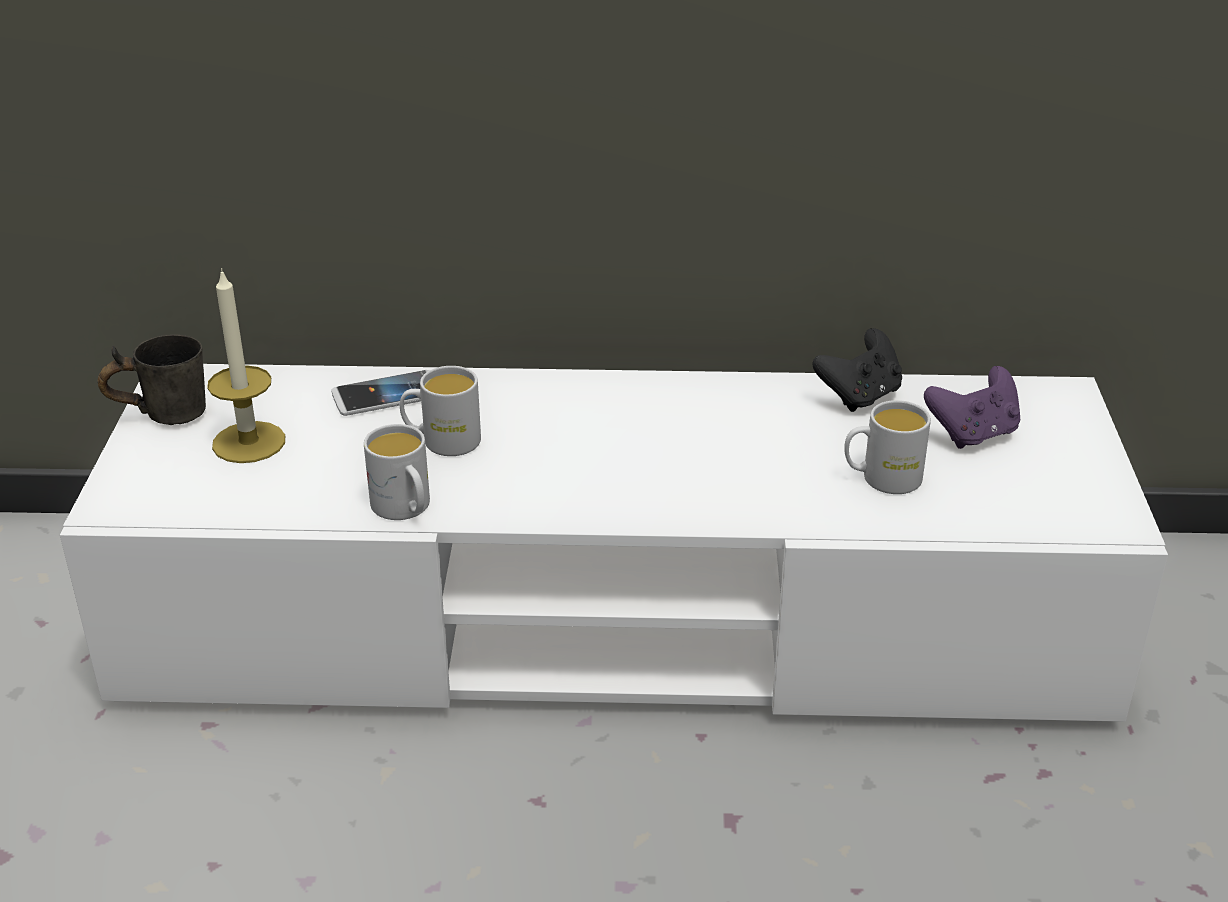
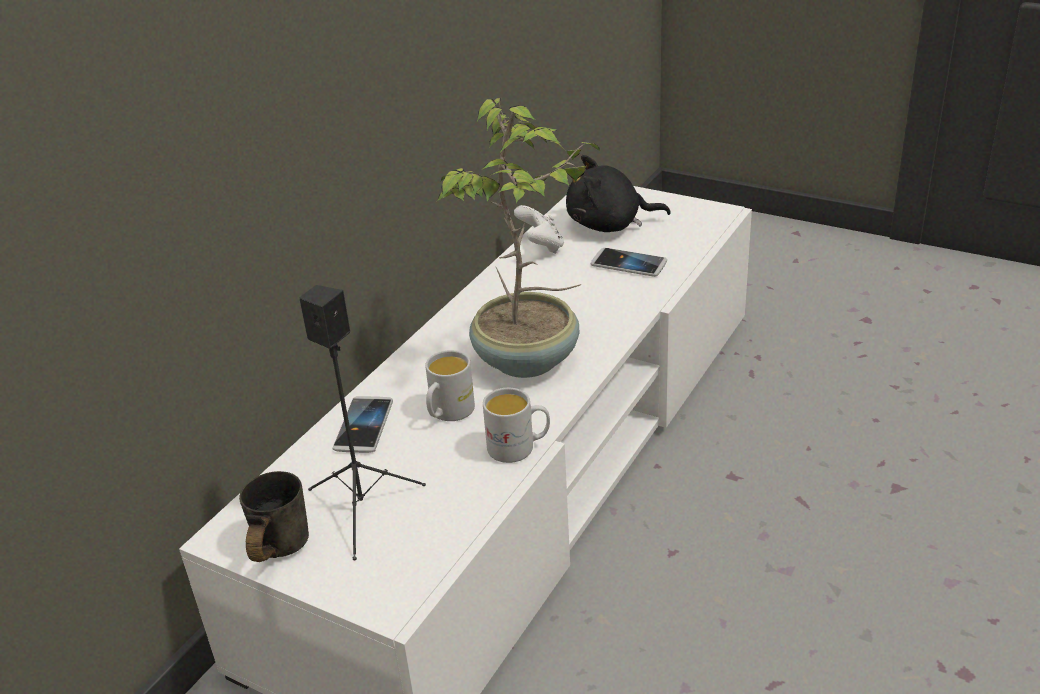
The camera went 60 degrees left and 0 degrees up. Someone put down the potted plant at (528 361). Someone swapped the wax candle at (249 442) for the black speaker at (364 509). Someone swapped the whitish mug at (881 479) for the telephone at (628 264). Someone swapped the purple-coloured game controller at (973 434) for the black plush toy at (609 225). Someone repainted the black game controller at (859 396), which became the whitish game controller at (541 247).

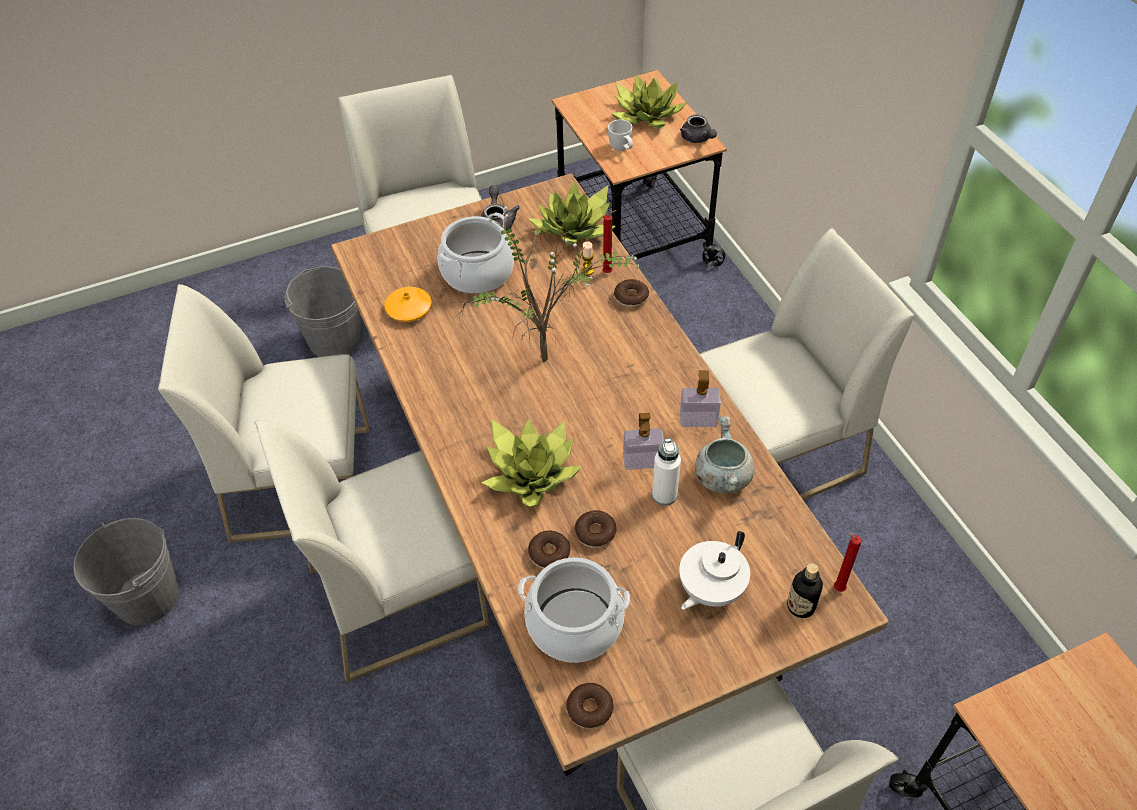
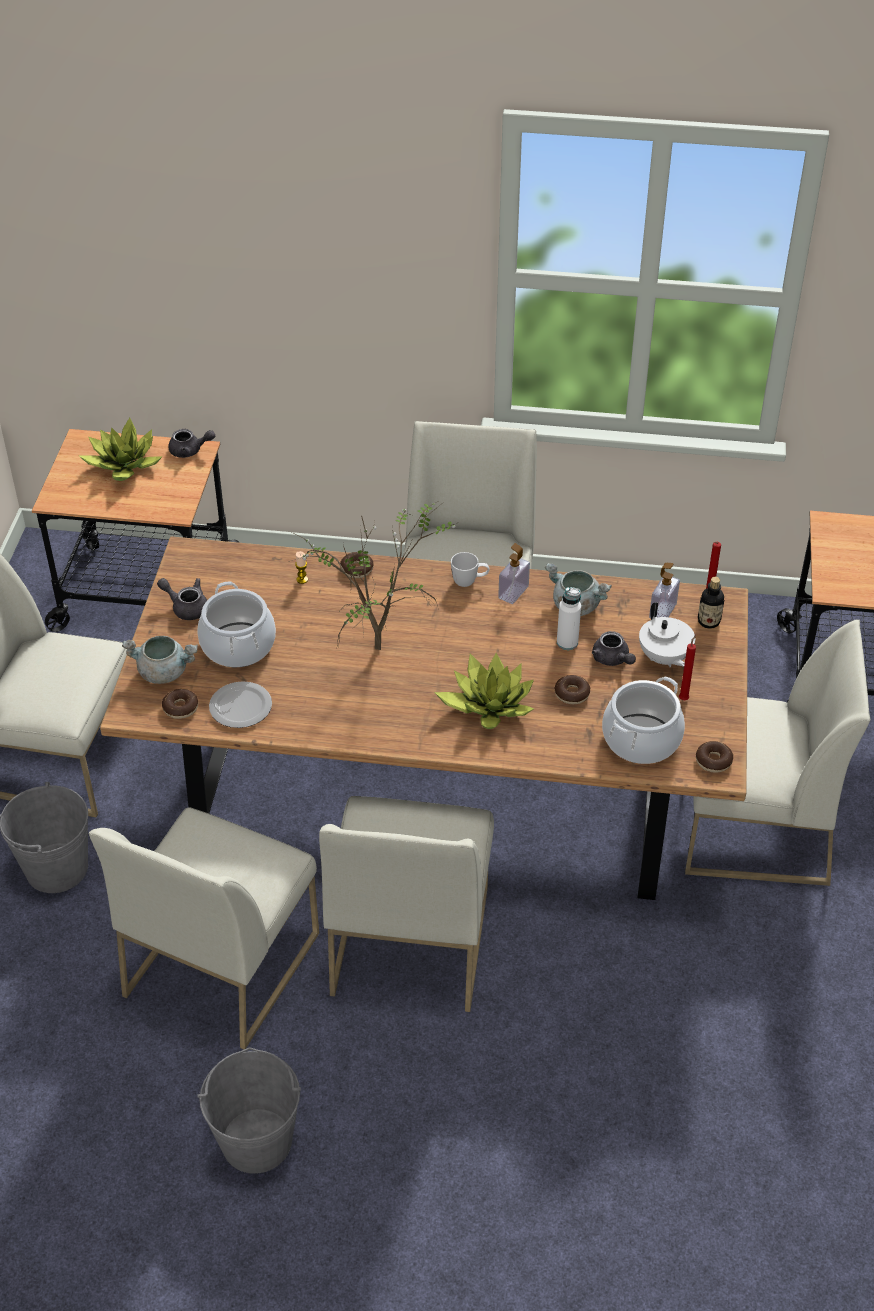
The camera went 60 degrees left and 5 degrees down. Someone took away the potted plant at (575 229). Someone put down the greyish stockpot at (164 672). Someone put down the greyish teapot at (612 659). Someone carried the doughnut from (549 554) to (180 708). Someone carried the reddish wax candle from (609 272) to (684 698). Someone carried the whitish mug from (622 149) to (469 582). Someone carried the soap dispenser from (642 461) to (662 611). Someone swapped the orangey vase at (409 309) for the dinner plate at (241 706).

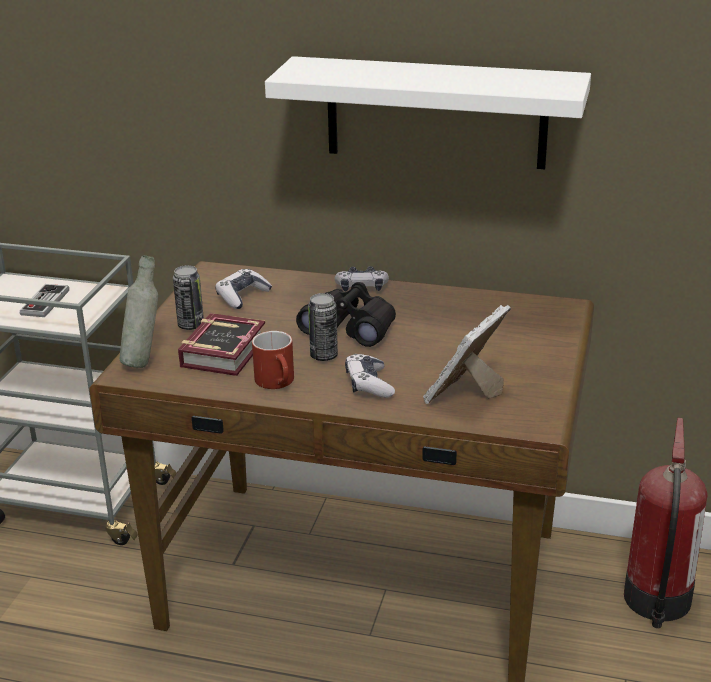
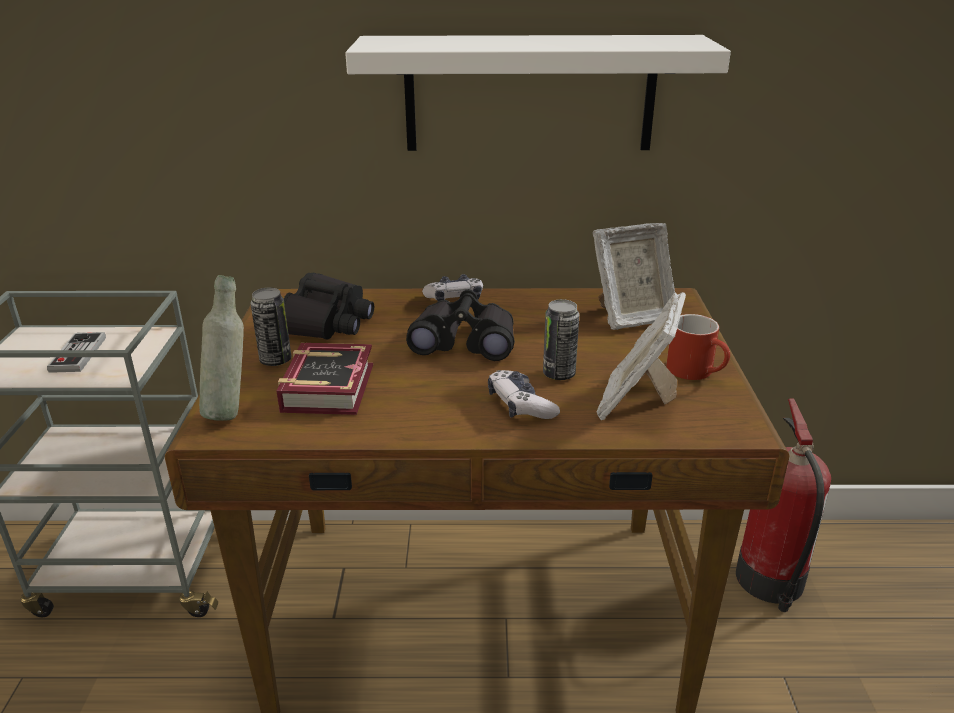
The camera went 15 degrees left and 0 degrees up. Someone put down the standing frame at (632 317). Someone carried the reddish mug from (278 382) to (697 372). Someone carried the metal can from (324 356) to (559 374). Someone swapped the game controller at (242 296) for the black field glasses at (325 321).

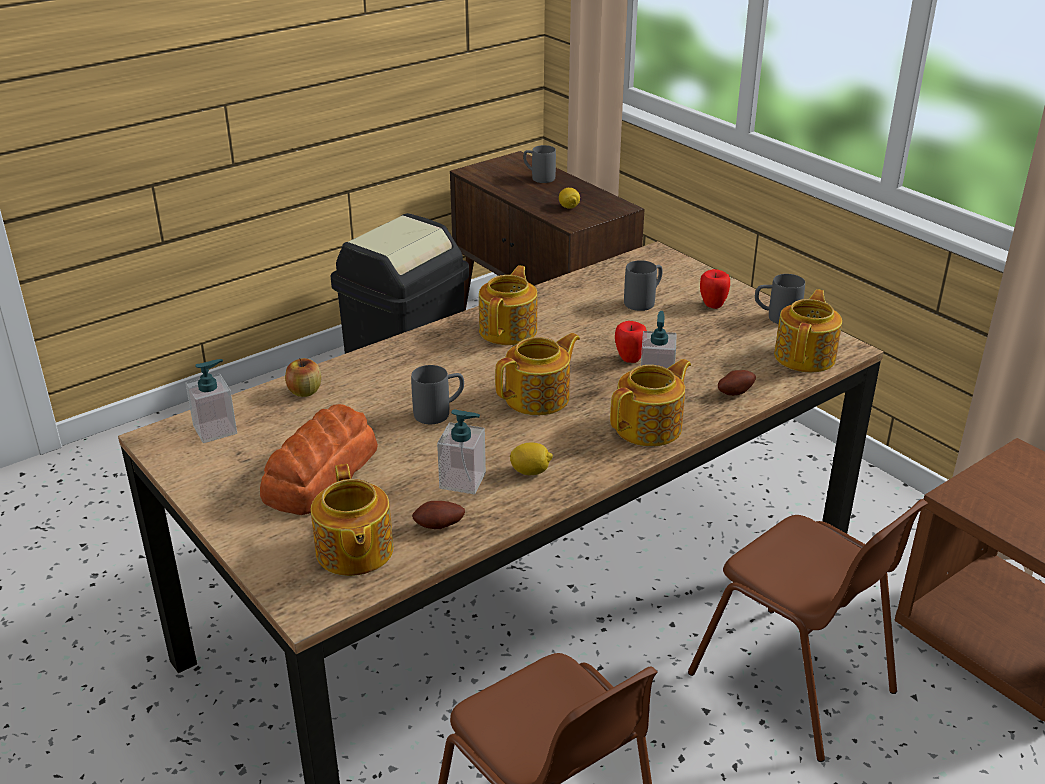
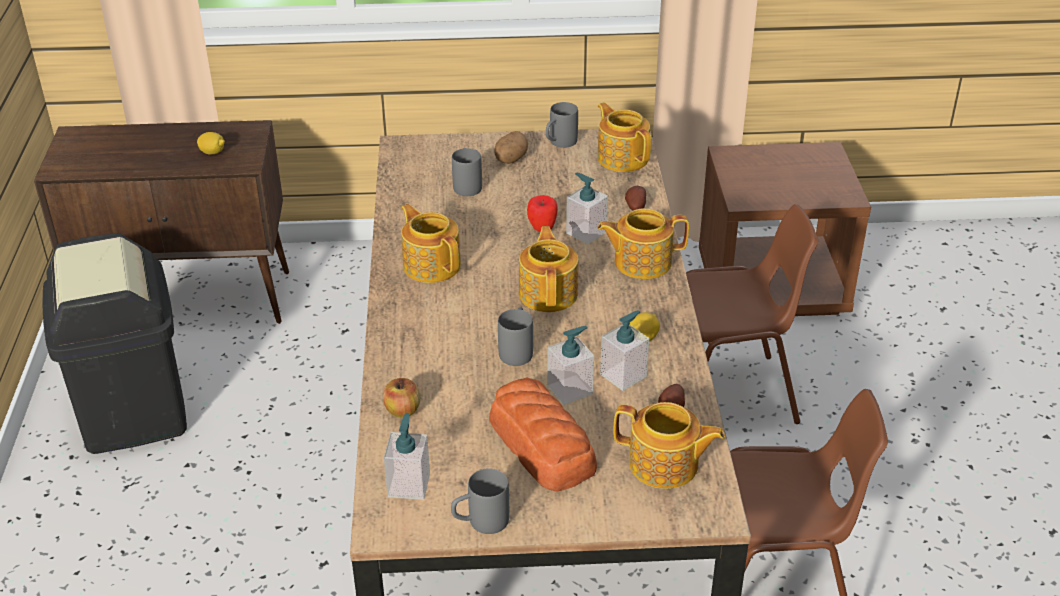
The camera went 55 degrees left and 5 degrees up. Someone put down the soap dispenser at (570 389). Someone carried the greyish mug from (538 177) to (480 523). Someone swapped the whole apple at (712 305) for the spud at (510 159). Someone rotated the teapot at (650 427) by 90 degrees counterclockwise.

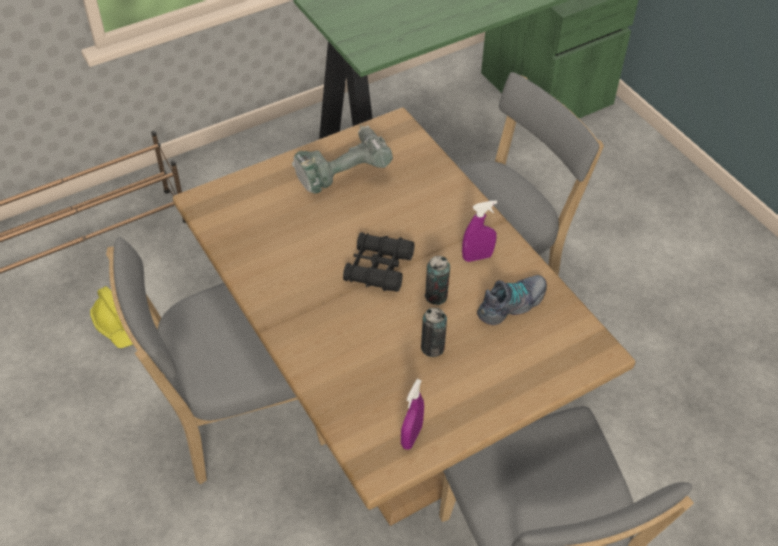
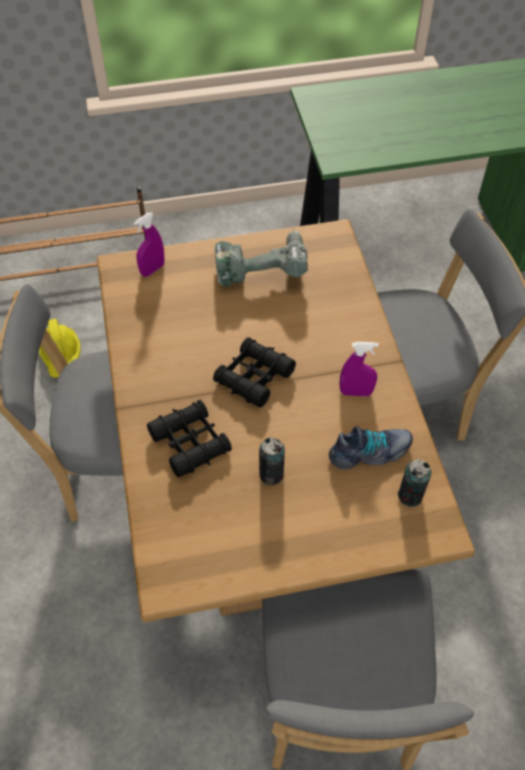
The camera went 20 degrees right and 5 degrees up. Someone put down the black field glasses at (190 443). Someone carried the purple-coloured spray bottle from (411 436) to (152 269). Someone carried the metal can from (436 296) to (410 495).

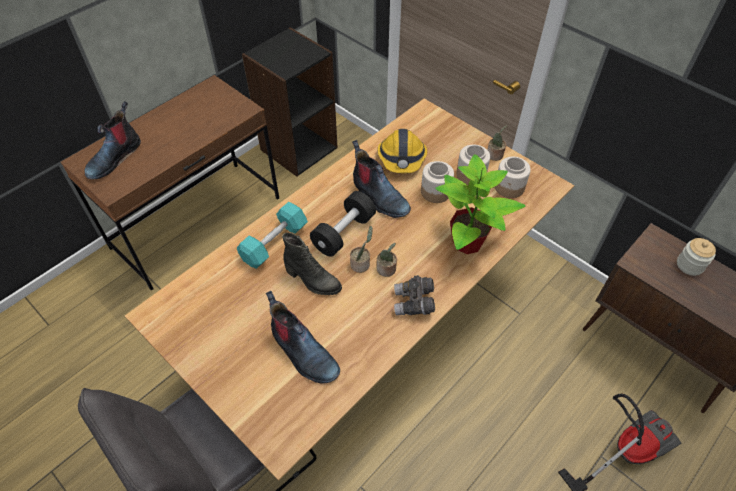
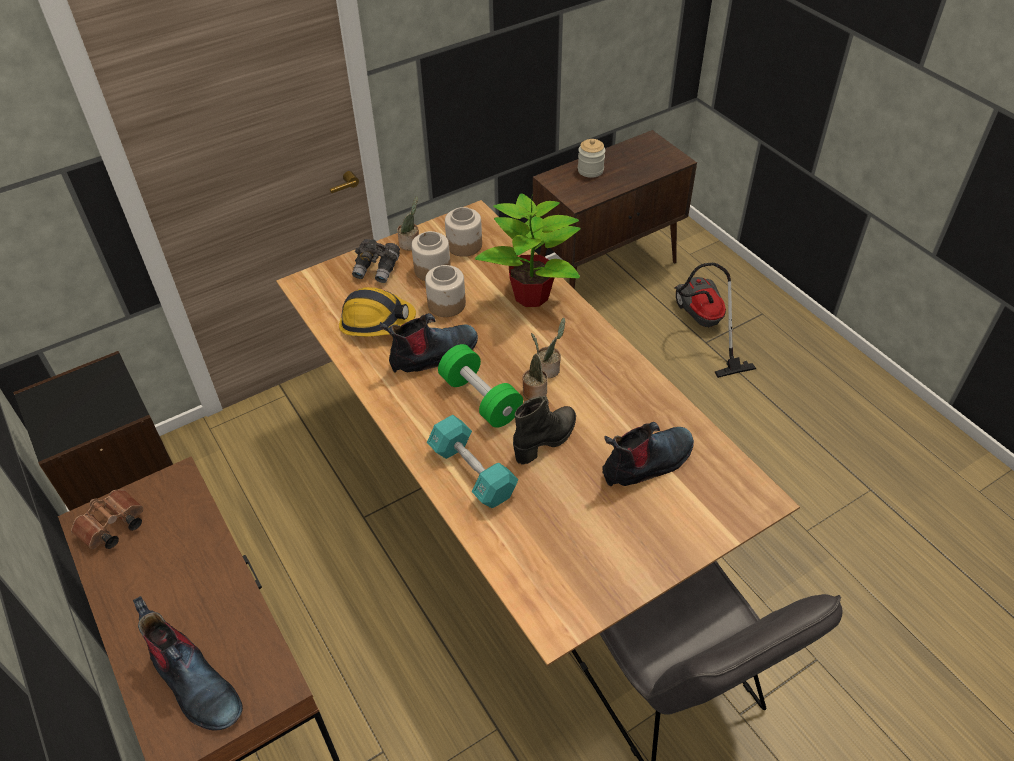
The camera went 75 degrees left and 5 degrees down. Someone put down the brownish field glasses at (112 528). Someone carried the greyish field glasses from (414 303) to (377 269). Someone repainted the black dumbbell at (344 233), which became the green-coloured dumbbell at (480 398).

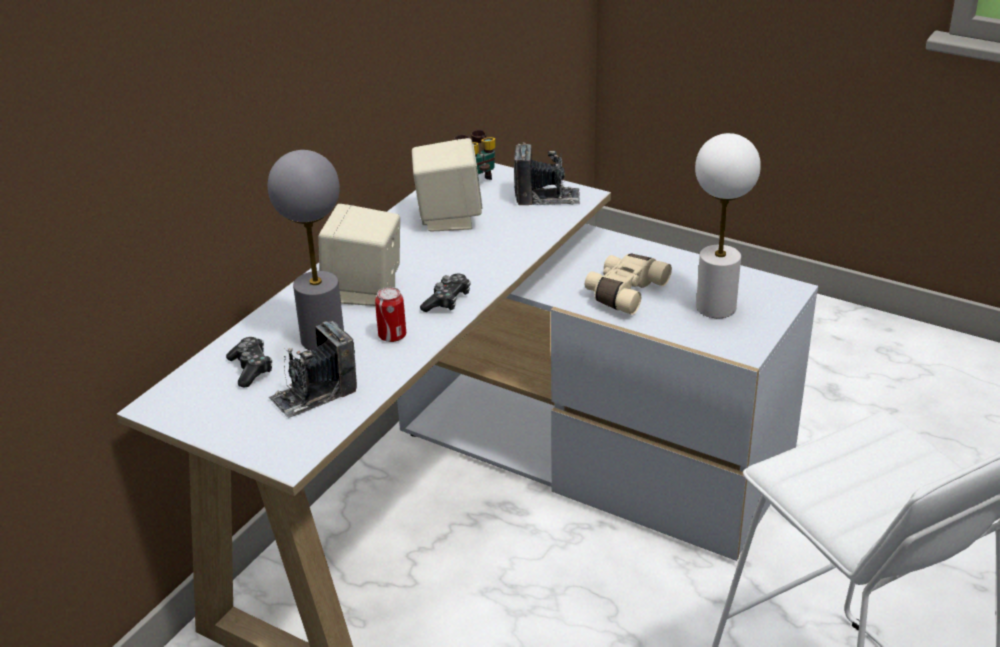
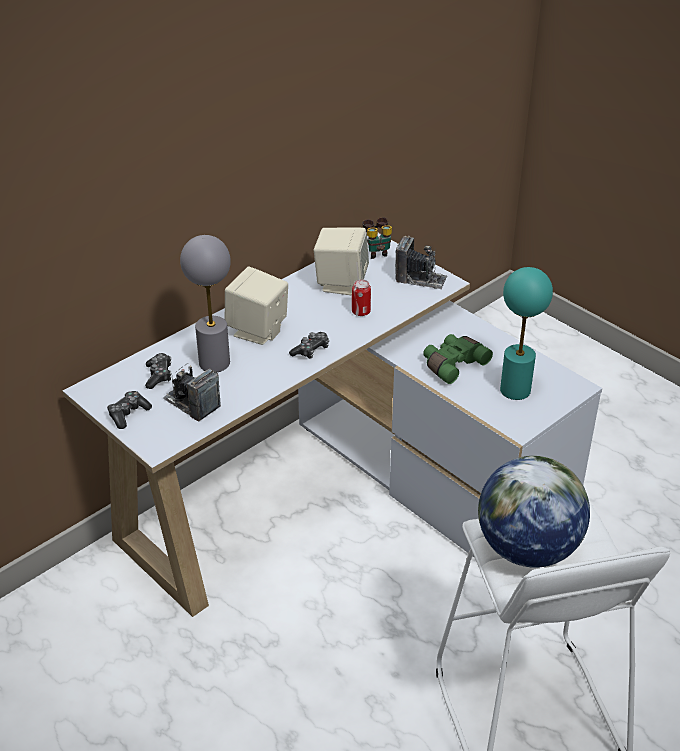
The camera went 15 degrees right and 5 degrees up. Someone put down the game controller at (128 414). Someone put down the globe at (527 548). Someone carried the metal can from (392 336) to (361 312). Someone repainted the sand-coloured field glasses at (623 292), which became the green-coloured field glasses at (453 364). Someone repainted the whitish tabletop lamp at (715 307), which became the turquoise tabletop lamp at (514 390). Someone rotated the photo camera at (314 394) by 60 degrees clockwise.

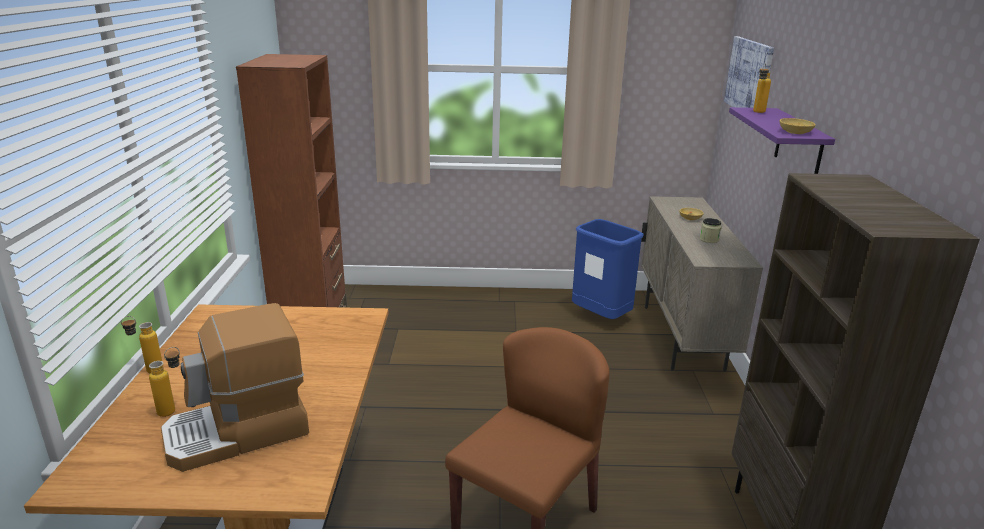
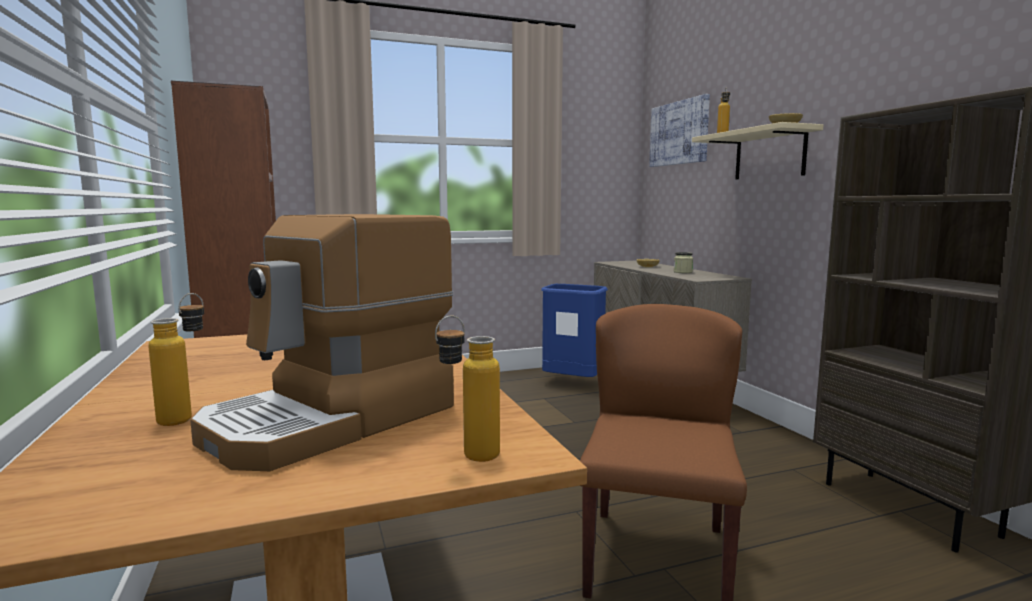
The camera went 20 degrees left and 15 degrees down. Someone carried the bottle from (148 370) to (468 459). Someone repainted the purple-coloured shelf at (799 146), which became the sand-coloured shelf at (769 155).

